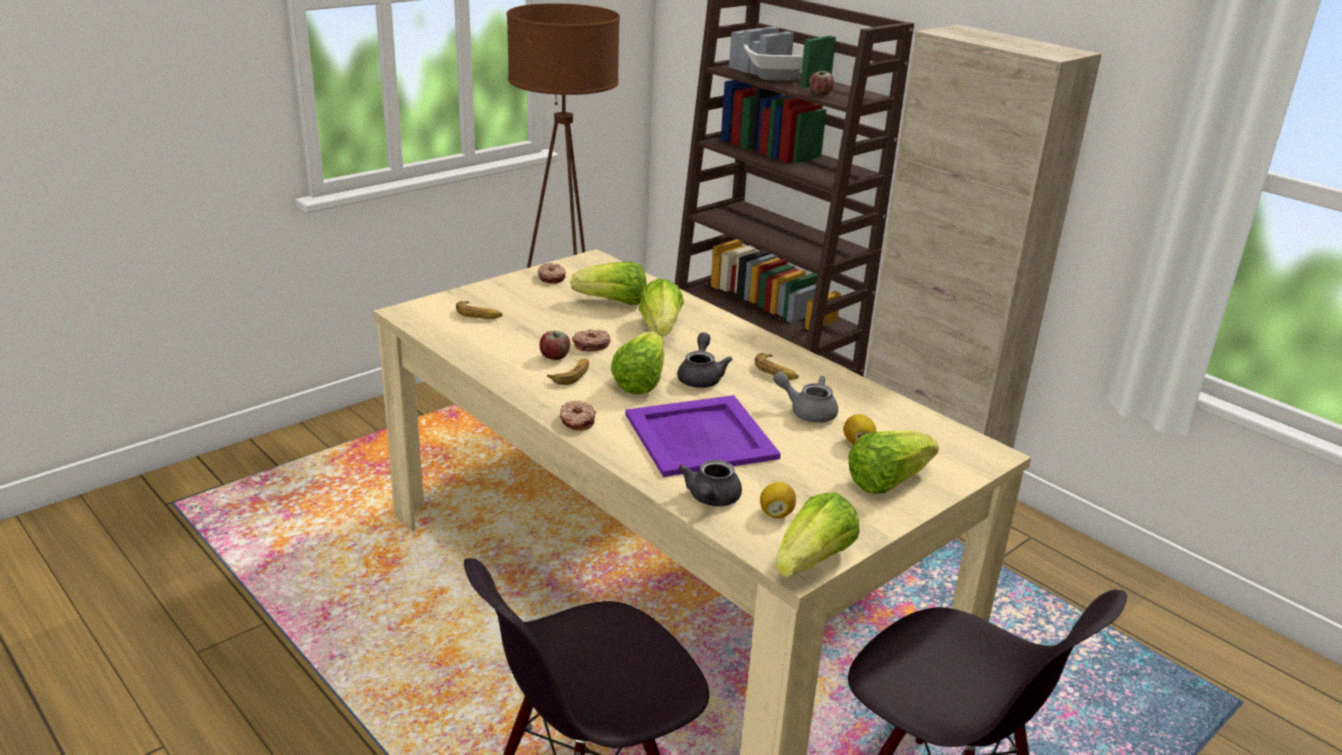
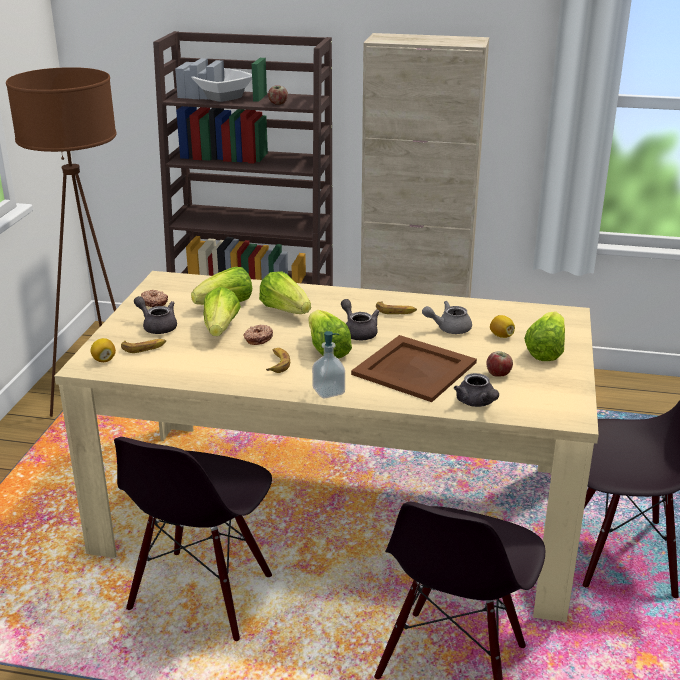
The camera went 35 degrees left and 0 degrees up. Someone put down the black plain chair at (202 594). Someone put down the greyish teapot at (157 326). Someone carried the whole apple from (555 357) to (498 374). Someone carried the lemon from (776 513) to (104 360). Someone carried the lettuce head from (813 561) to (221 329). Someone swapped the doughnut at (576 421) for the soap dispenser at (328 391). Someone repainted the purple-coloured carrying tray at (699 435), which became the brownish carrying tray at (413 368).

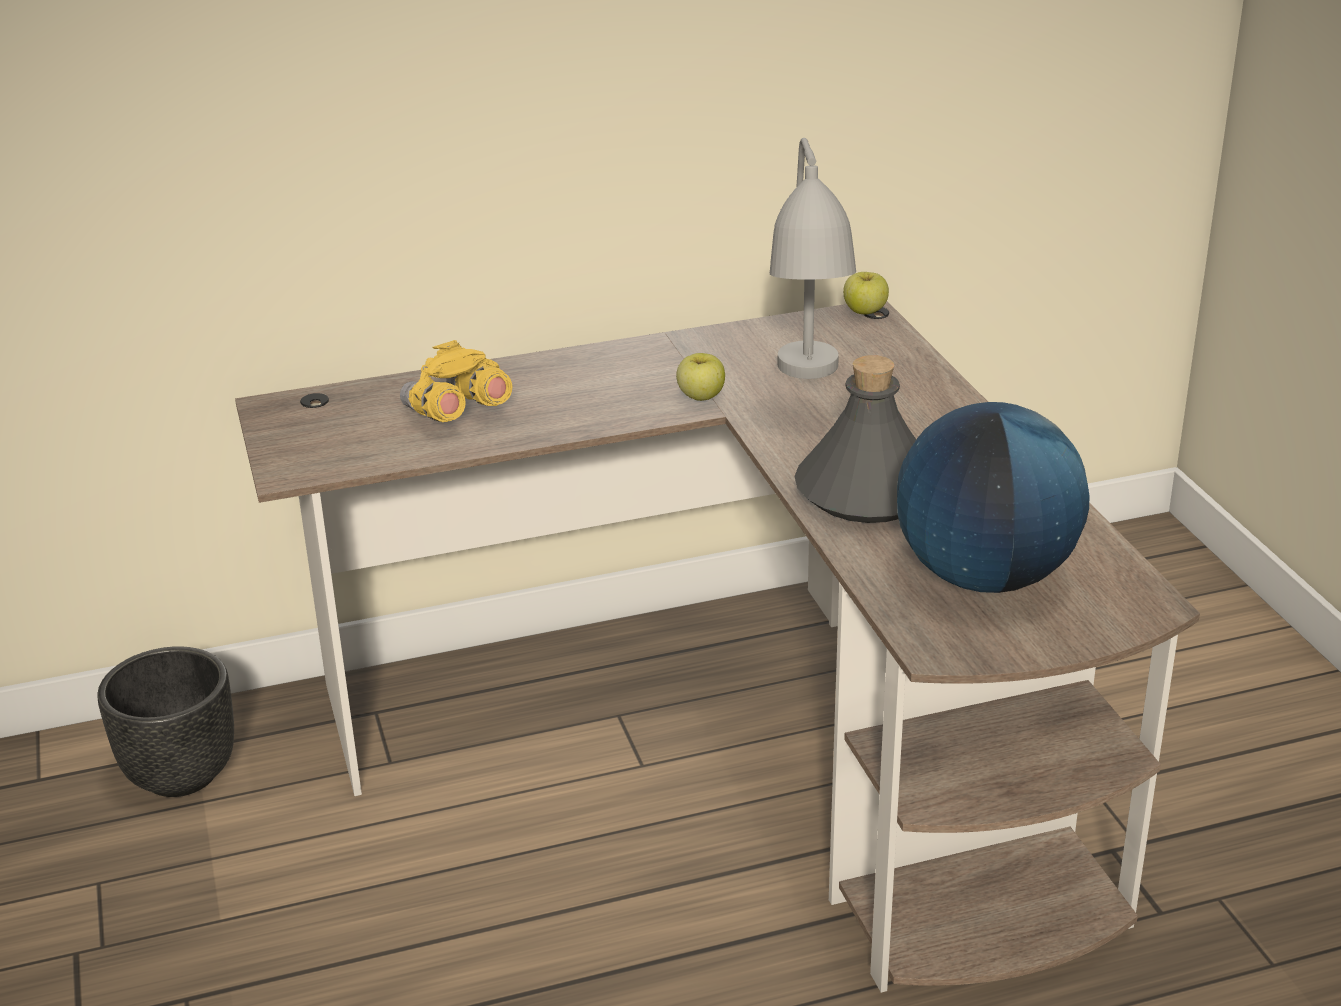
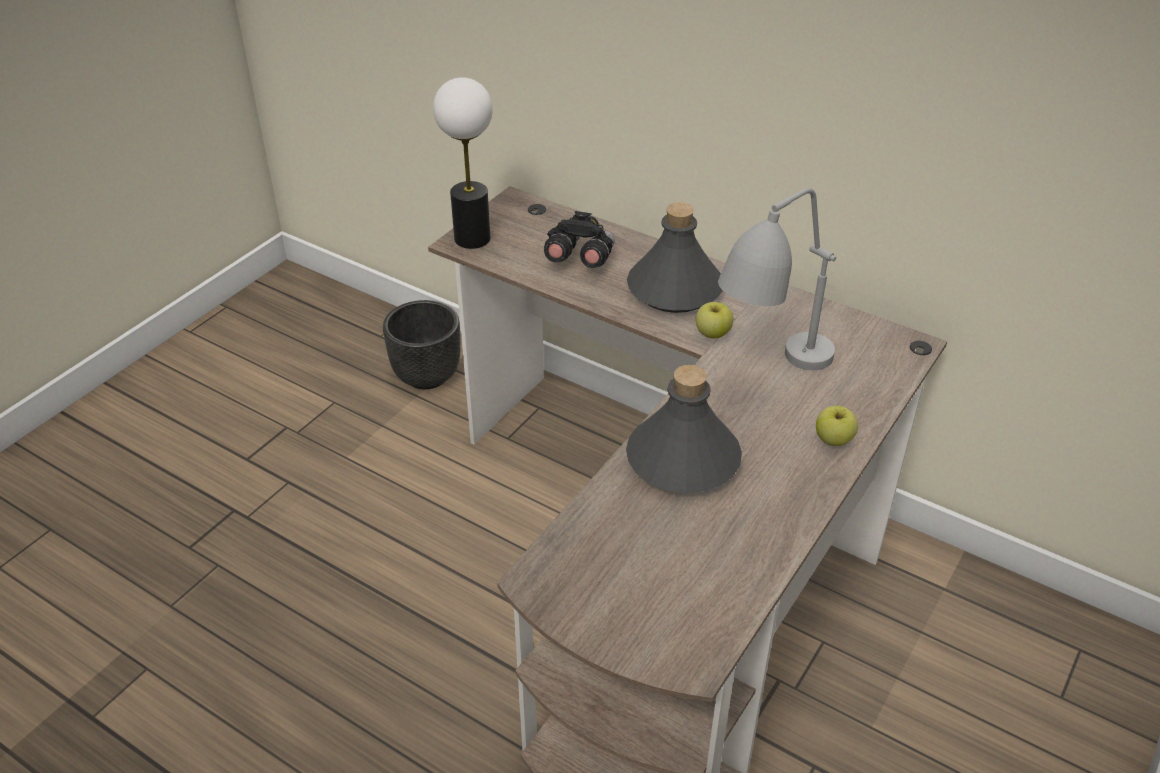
The camera went 50 degrees right and 10 degrees up. Someone took away the globe at (985 577). Someone put down the tabletop lamp at (472 238). Someone put down the greyish bottle at (675 289). Someone carried the whole apple from (865 311) to (834 440). Someone repainted the yellowish field glasses at (456 414), which became the black field glasses at (579 260).

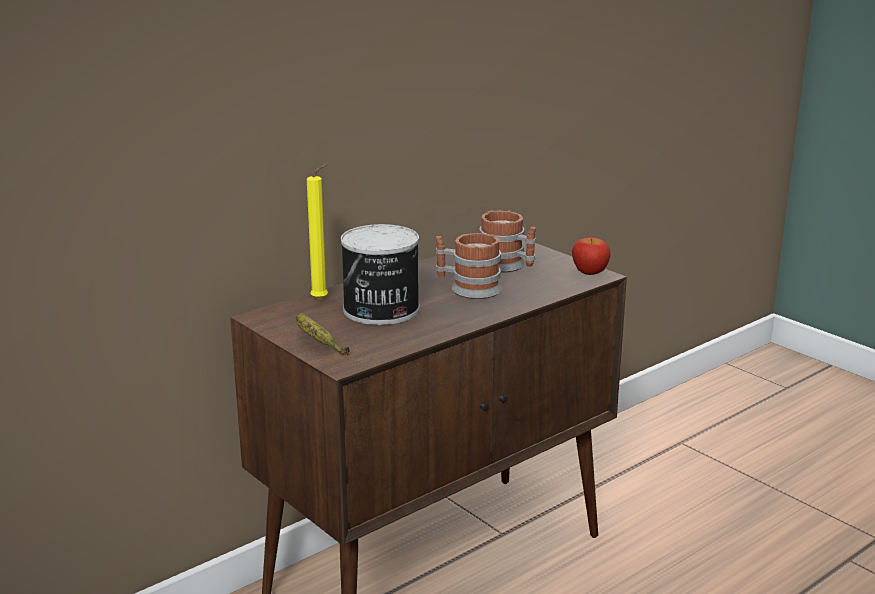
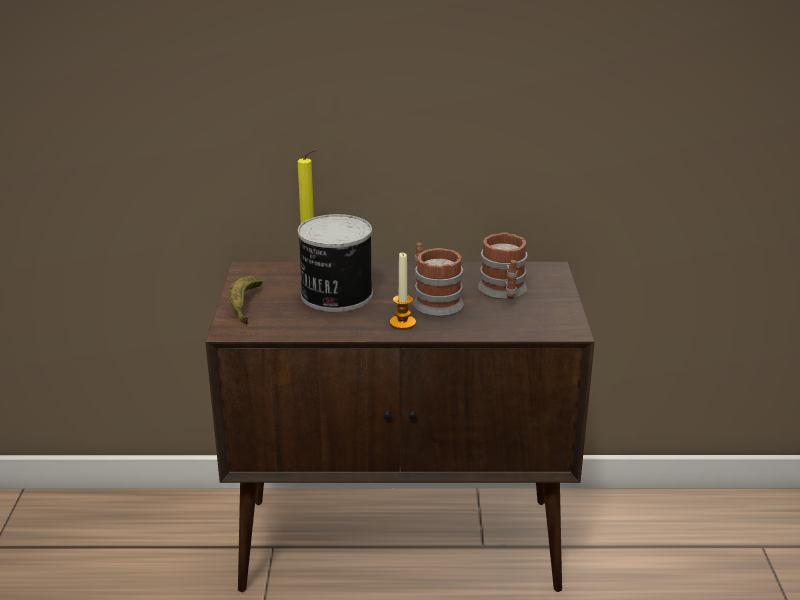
The camera went 40 degrees right and 5 degrees up. Someone took away the whole apple at (590 272). Someone put down the wax candle at (402 323).

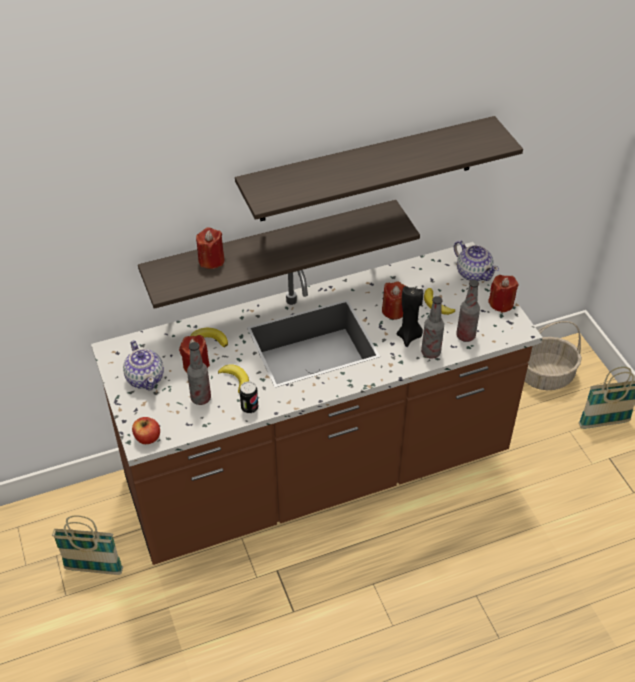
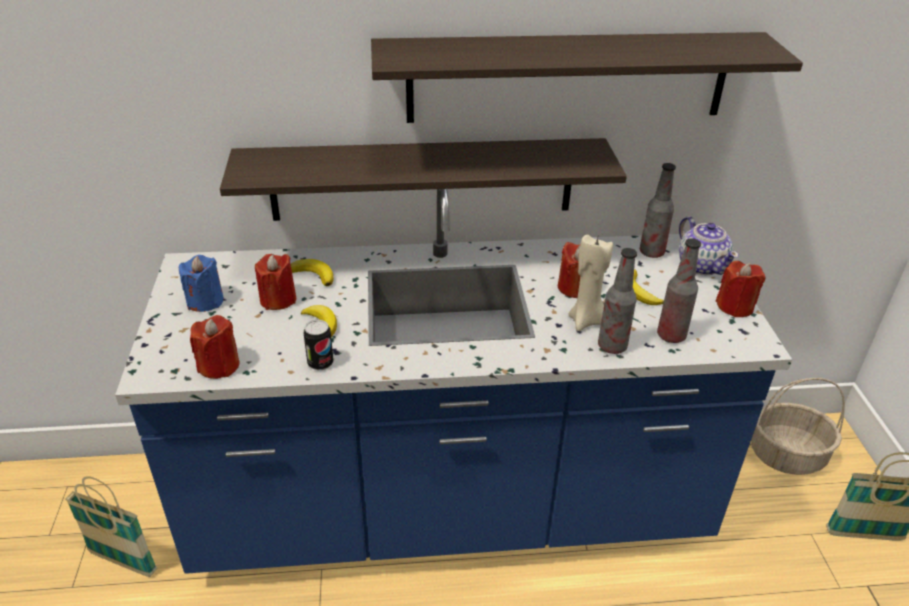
The camera went 15 degrees right and 10 degrees down. Someone took away the whole apple at (147 438). Someone carried the bottle from (201 398) to (651 252). Someone carried the reddish wax candle from (211 260) to (219 366). Someone swapped the teapot at (145 378) for the blue wax candle at (205 301). Someone repainted the brownish kitchen base unit at (317 472), which became the blue kitchen base unit at (450 507). Someone repainted the black wax candle at (409 336), which became the sand-coloured wax candle at (586 321).

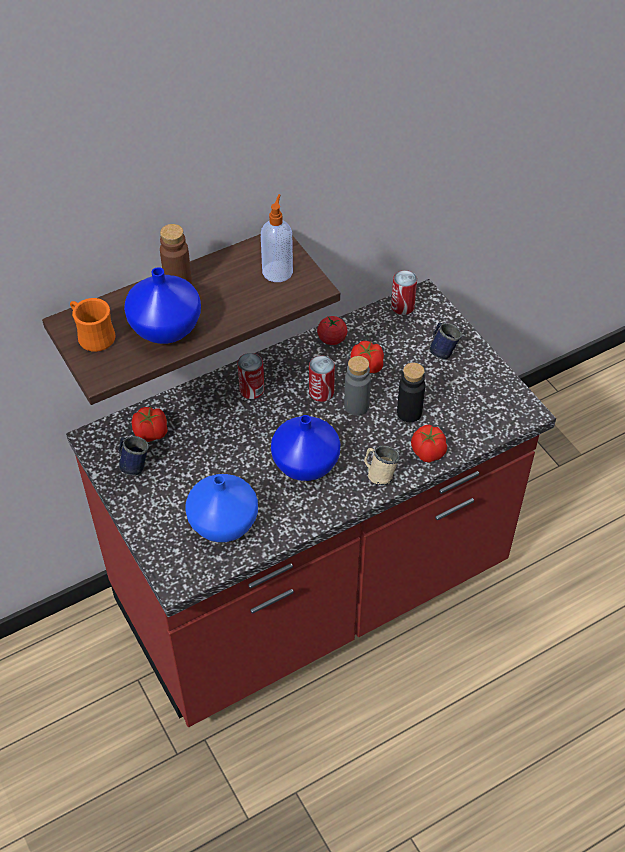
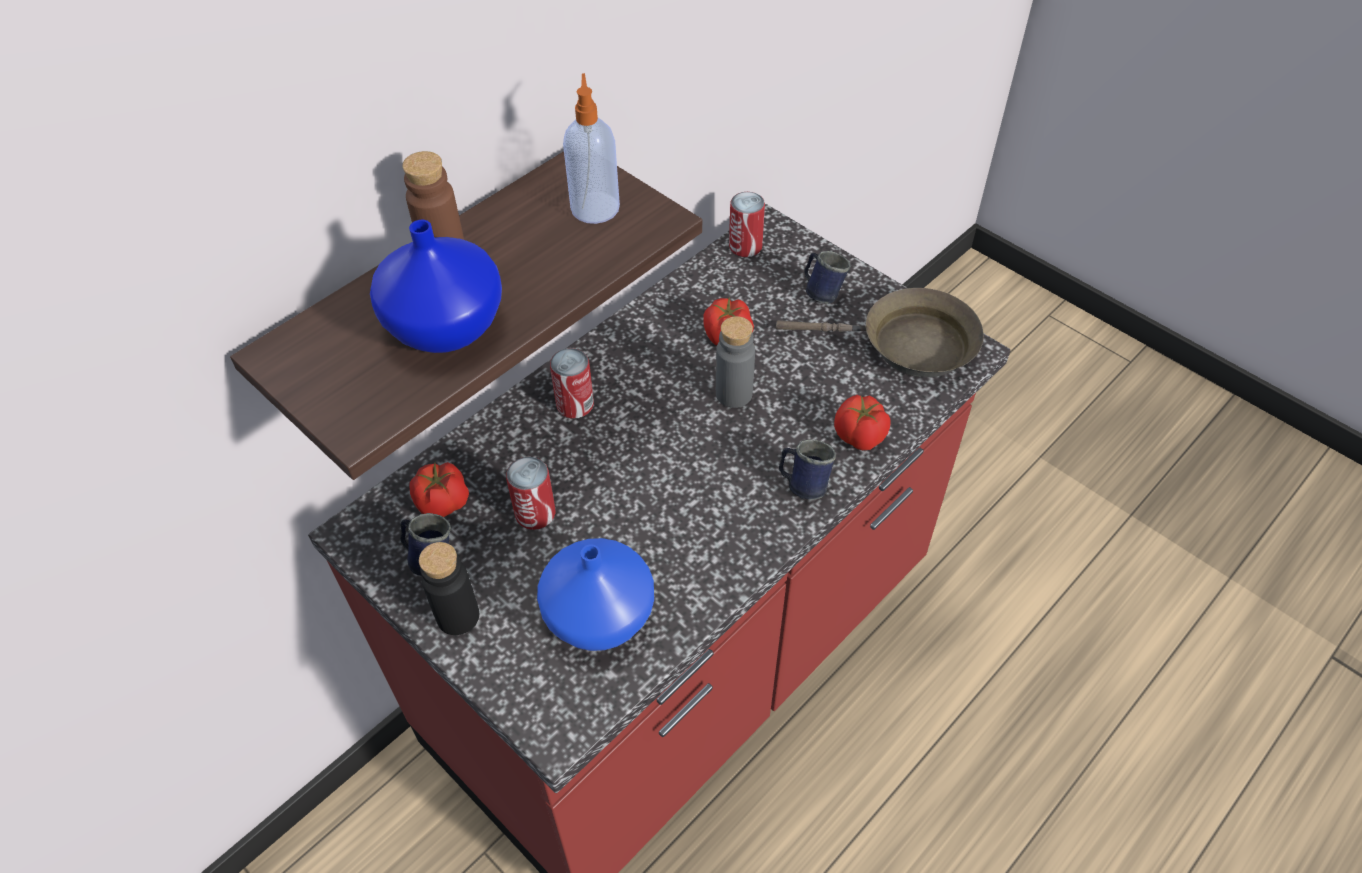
The camera went 15 degrees left and 0 degrees up. Someone took away the orangey mug at (92 336). Someone took away the blue vase at (305 465). Someone took away the fresh tomato at (332 339). Someone put down the brownish pan at (908 345). Someone carried the metal can from (321 392) to (535 513). Someone carried the black bottle from (409 412) to (458 616). Someone repainted the sand-coloured mug at (379 474), which became the blue mug at (803 484).

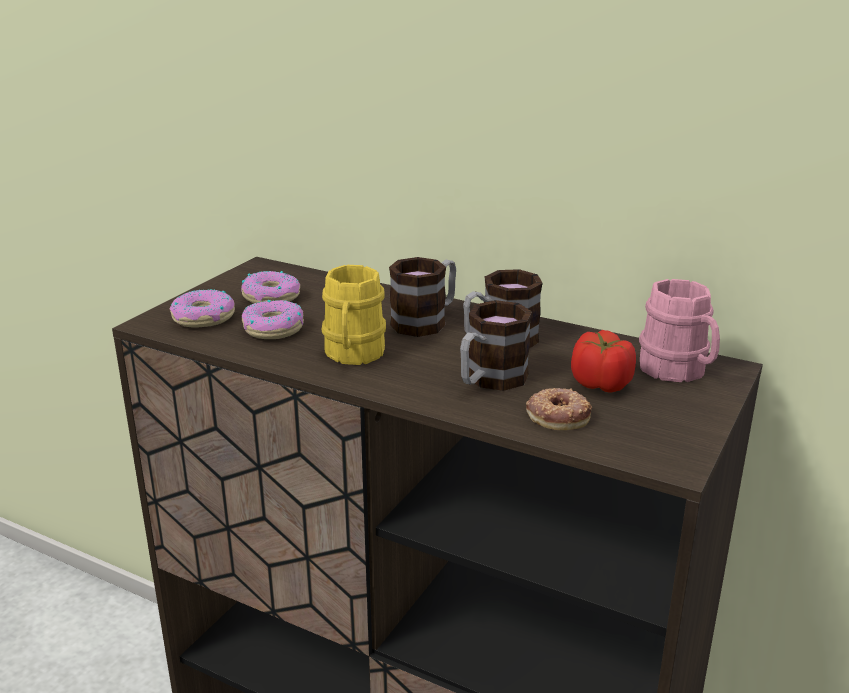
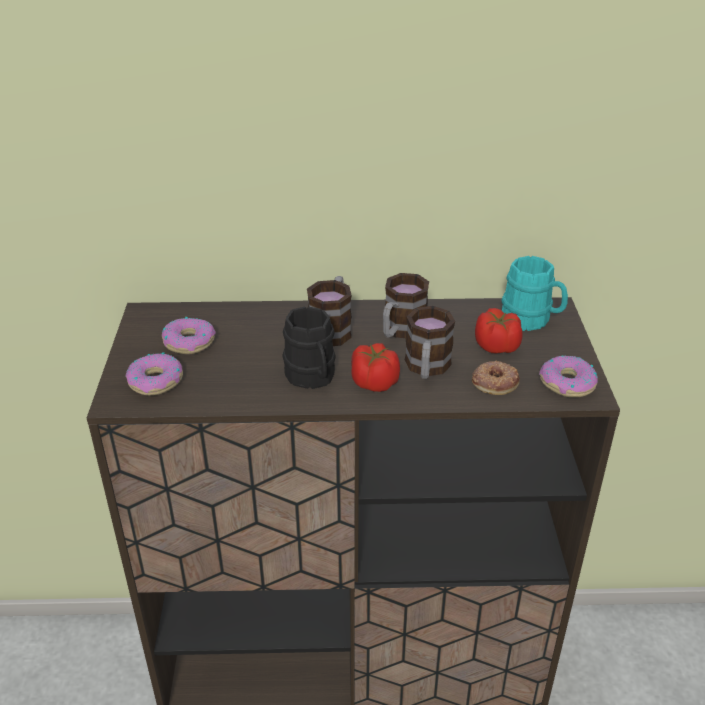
The camera went 30 degrees left and 10 degrees up. Someone put down the fresh tomato at (374 382). Someone carried the doughnut from (273 329) to (567 383). Someone repainted the yellowish mug at (353 355), which became the black mug at (312 378). Someone repainted the pink-coloured mug at (678 371), which became the turquoise mug at (531 320).

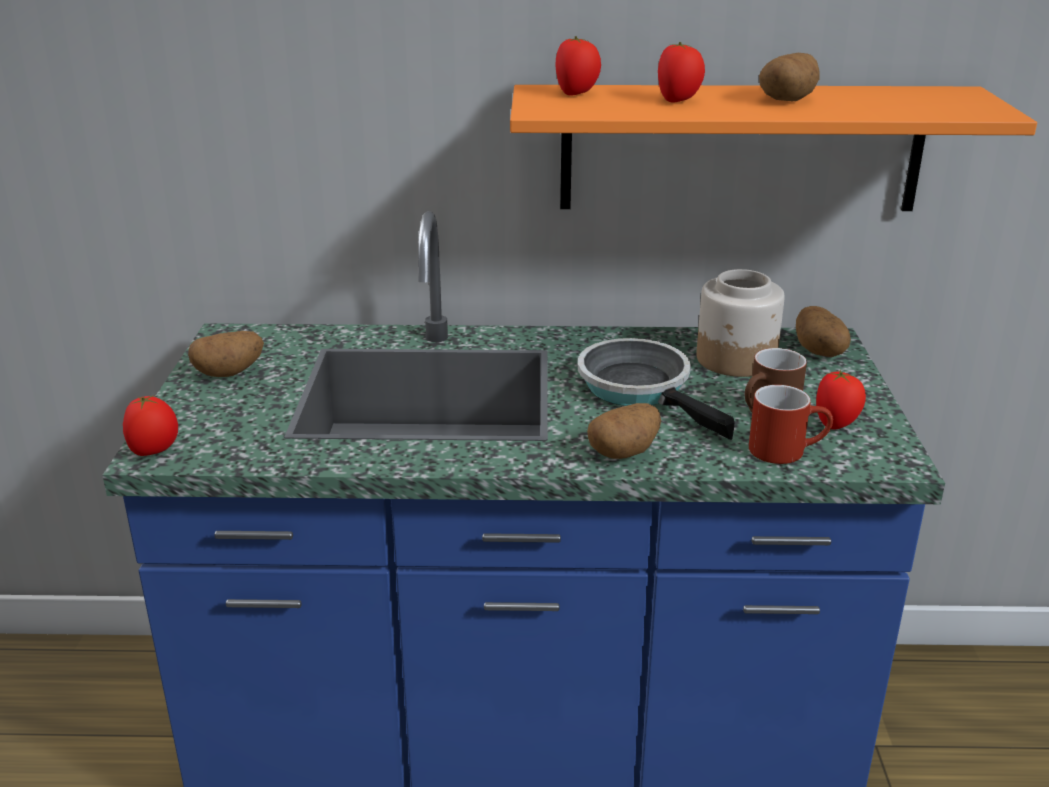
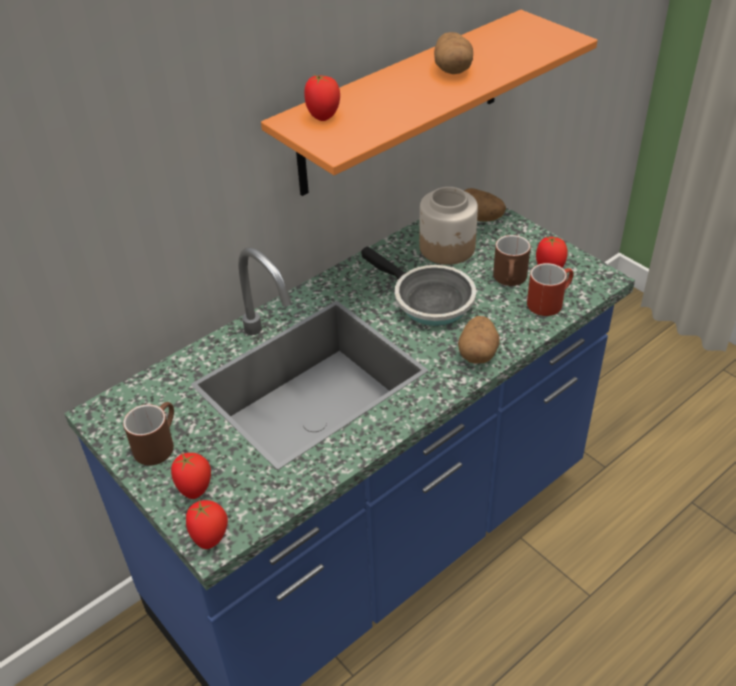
The camera went 40 degrees left and 15 degrees up. Someone carried the fresh tomato from (678 101) to (195 489). Someone swapped the spud at (229 372) for the brownish mug at (157 443). Someone rotated the pan at (641 389) by 150 degrees counterclockwise.

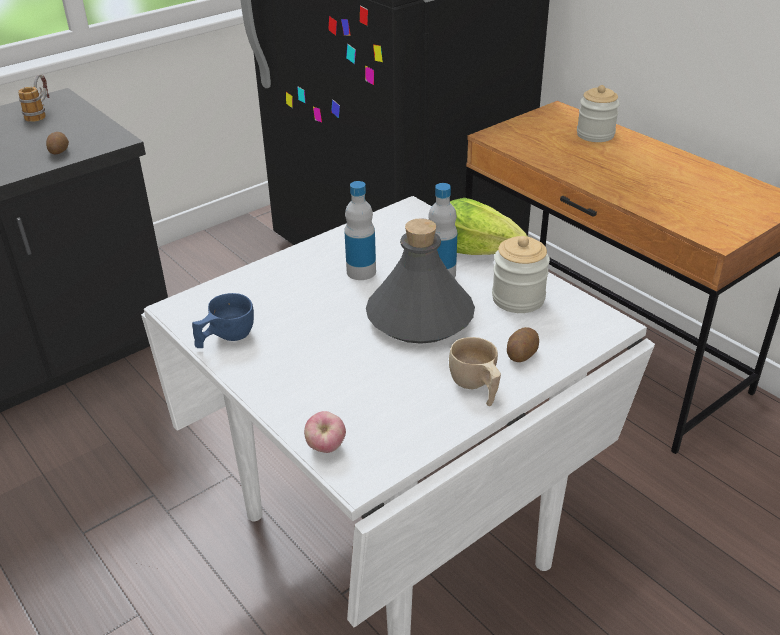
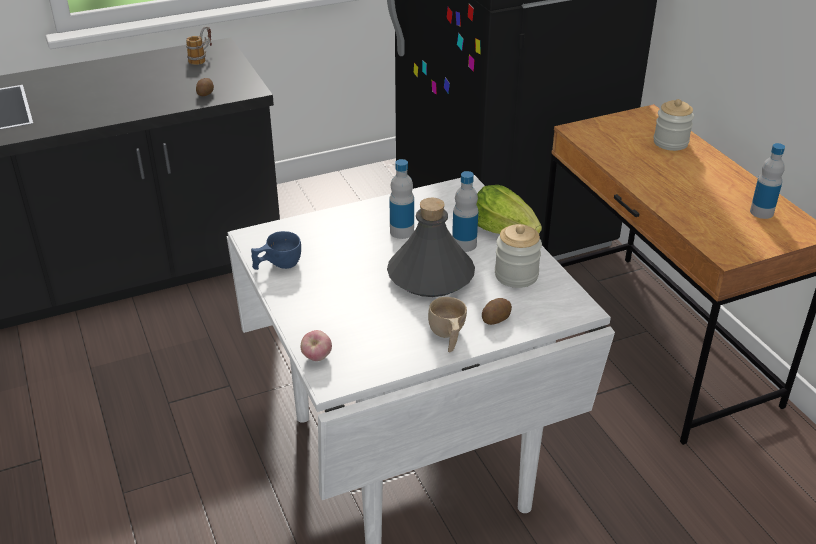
The camera went 15 degrees right and 0 degrees up. Someone put down the bottle at (761 212).

